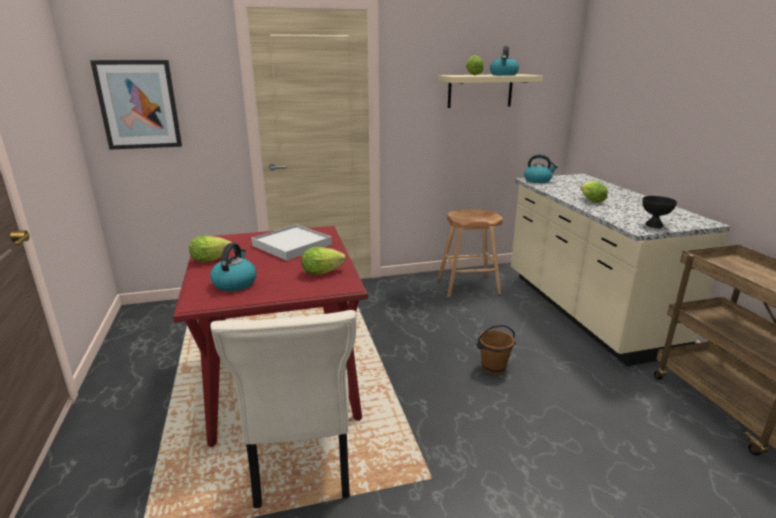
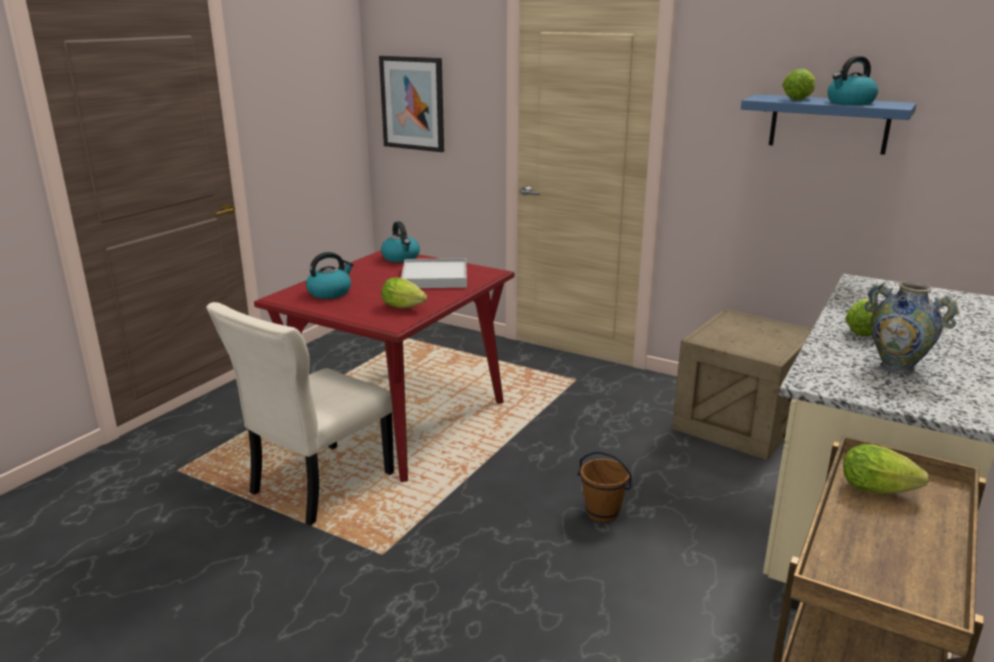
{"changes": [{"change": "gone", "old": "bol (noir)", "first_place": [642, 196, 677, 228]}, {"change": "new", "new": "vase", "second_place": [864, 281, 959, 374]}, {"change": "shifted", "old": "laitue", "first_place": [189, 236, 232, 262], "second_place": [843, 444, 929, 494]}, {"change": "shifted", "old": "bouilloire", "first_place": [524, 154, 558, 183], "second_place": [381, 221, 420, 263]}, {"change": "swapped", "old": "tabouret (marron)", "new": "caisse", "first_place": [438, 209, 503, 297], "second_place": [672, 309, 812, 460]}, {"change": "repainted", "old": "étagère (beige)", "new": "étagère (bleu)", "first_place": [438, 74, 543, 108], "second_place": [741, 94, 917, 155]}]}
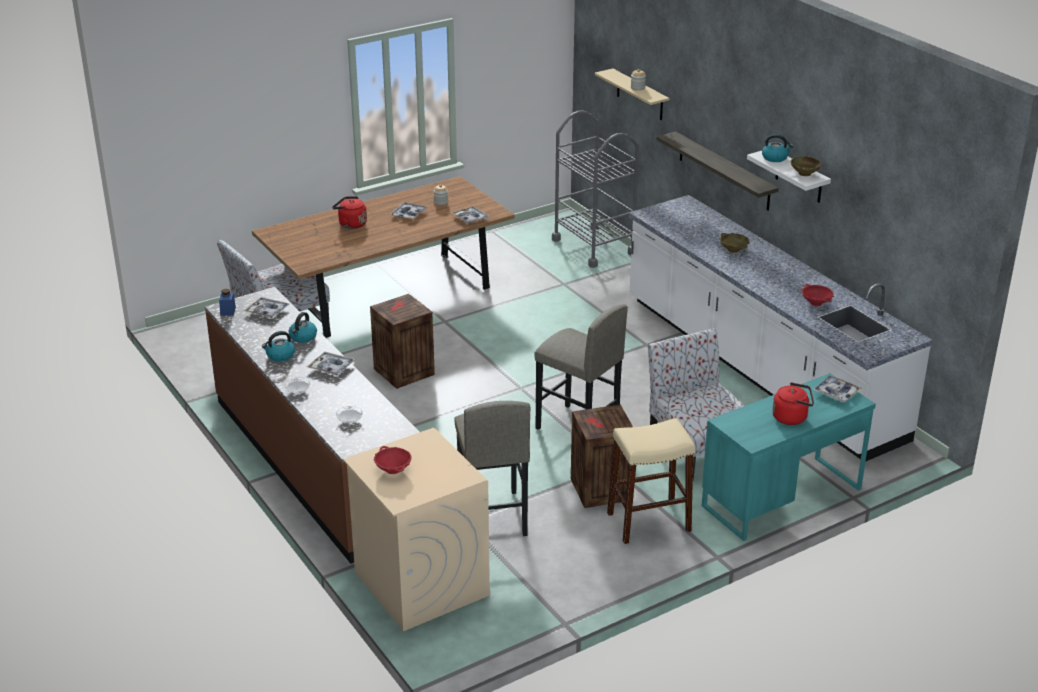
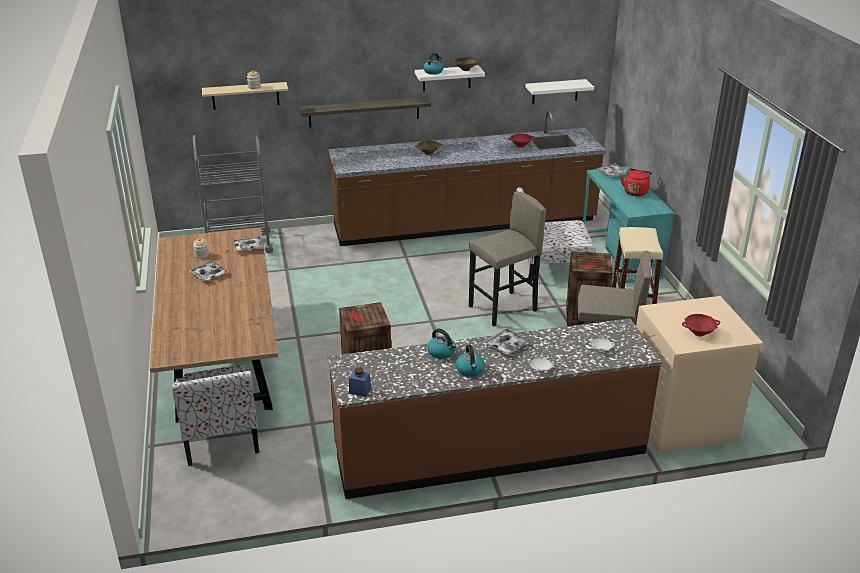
{"changes": [{"change": "gone", "old": "plateau", "first_place": [244, 297, 289, 318]}, {"change": "gone", "old": "bouilloire (rouge)", "first_place": [332, 196, 367, 229]}, {"change": "new", "new": "étagère (blanc)", "second_place": [525, 79, 594, 104]}, {"change": "repainted", "old": "comptoir de cuisine (blanc)", "new": "comptoir de cuisine (marron)", "first_place": [629, 195, 933, 461], "second_place": [329, 111, 606, 246]}]}
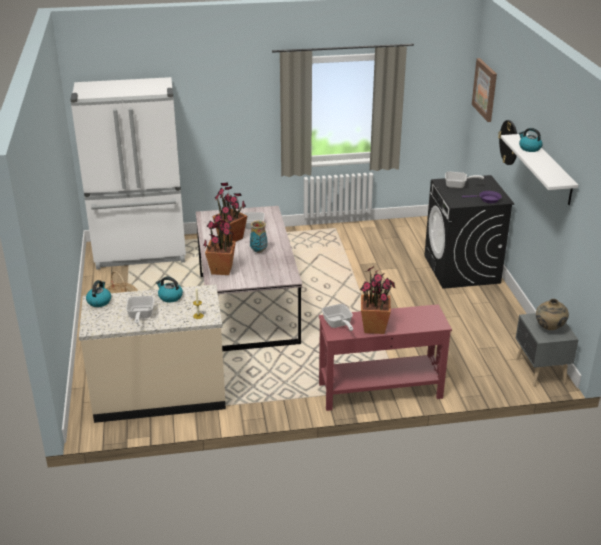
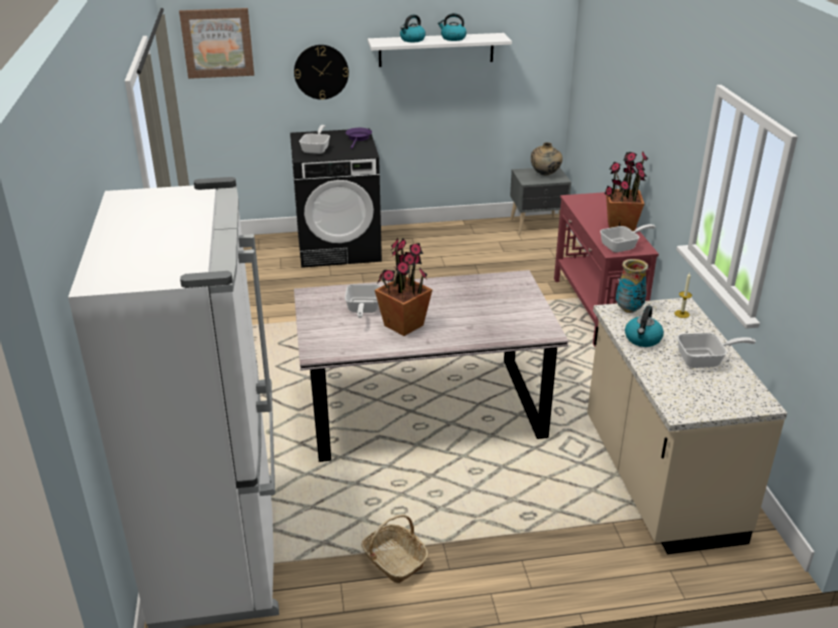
{"changes": [{"change": "gone", "old": "plante en pot", "first_place": [204, 214, 236, 275]}, {"change": "shifted", "old": "bouilloire", "first_place": [86, 280, 111, 307], "second_place": [438, 13, 467, 41]}, {"change": "shifted", "old": "vase", "first_place": [250, 221, 267, 253], "second_place": [616, 259, 648, 313]}]}
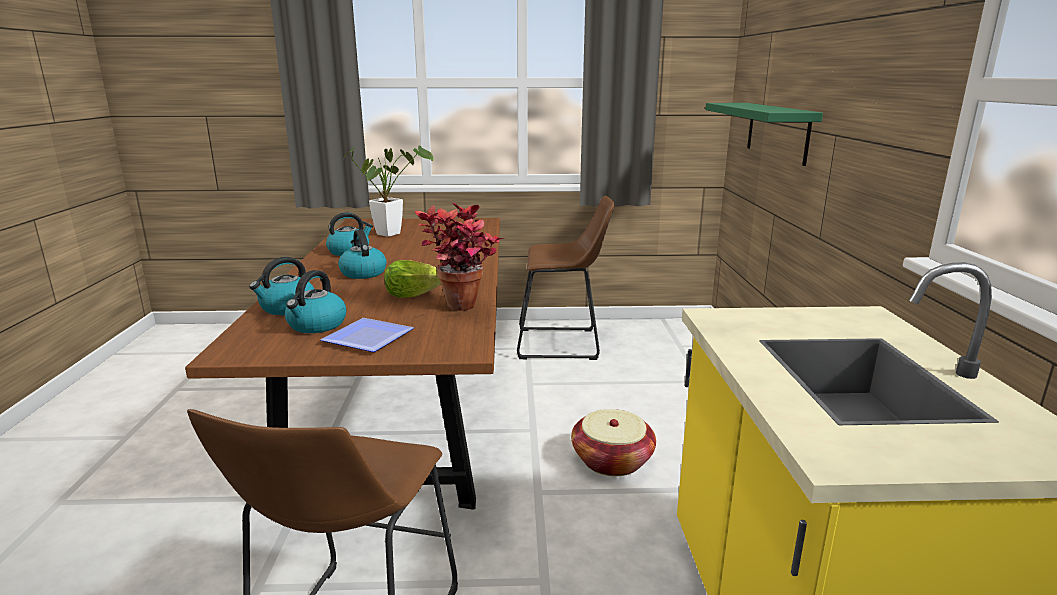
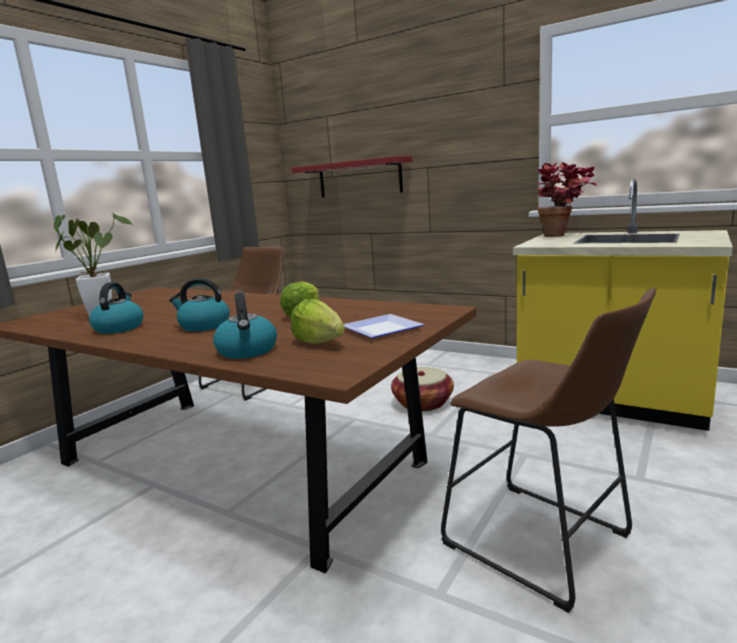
{"changes": [{"change": "shifted", "old": "plante en pot", "first_place": [415, 202, 504, 311], "second_place": [537, 162, 597, 237]}, {"change": "swapped", "old": "bouilloire", "new": "laitue", "first_place": [285, 270, 346, 333], "second_place": [291, 299, 345, 344]}, {"change": "repainted", "old": "étagère (vert)", "new": "étagère (rouge)", "first_place": [705, 103, 823, 166], "second_place": [291, 156, 412, 198]}]}
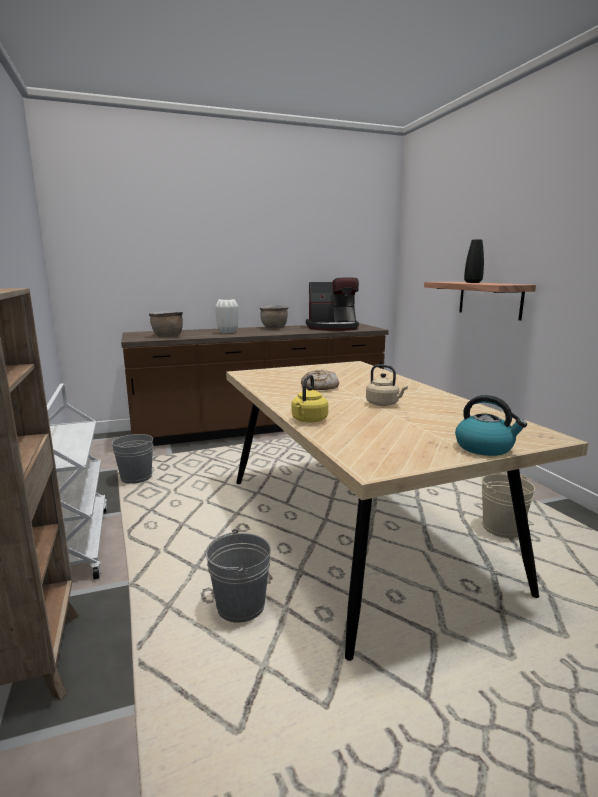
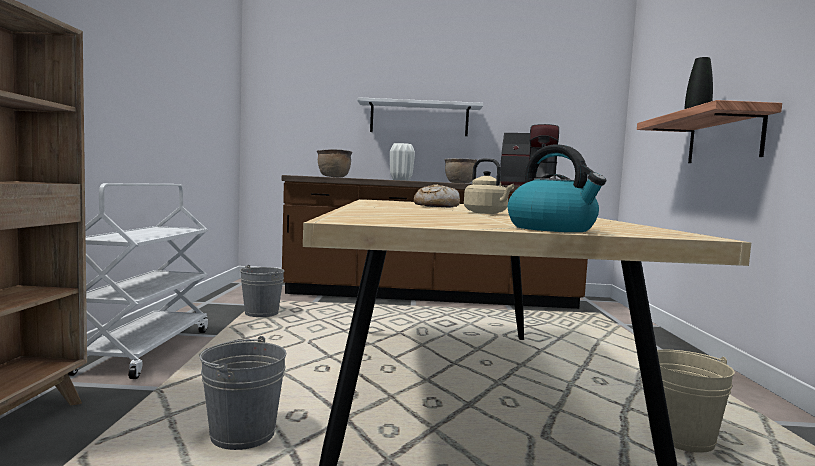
{"changes": [{"change": "gone", "old": "bouilloire (jaune)", "first_place": [292, 375, 328, 423]}, {"change": "new", "new": "étagère (blanc)", "second_place": [357, 97, 483, 136]}]}
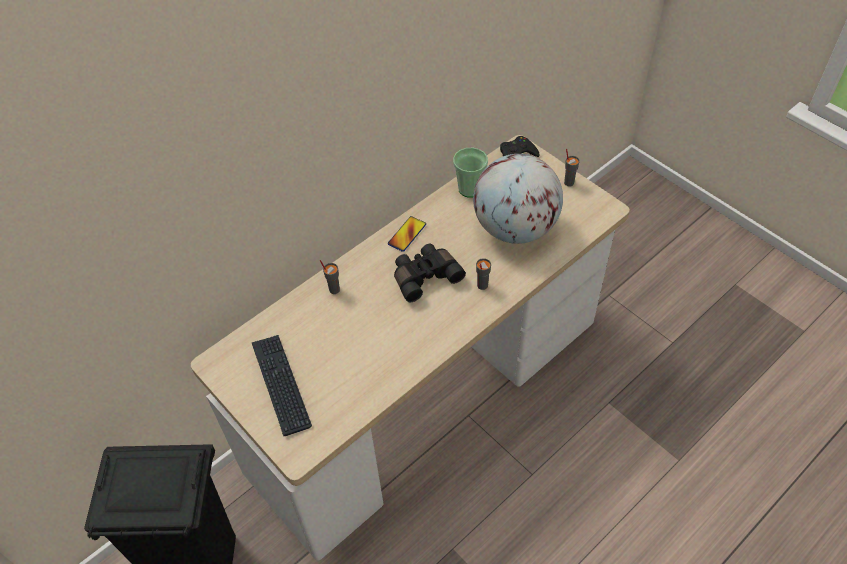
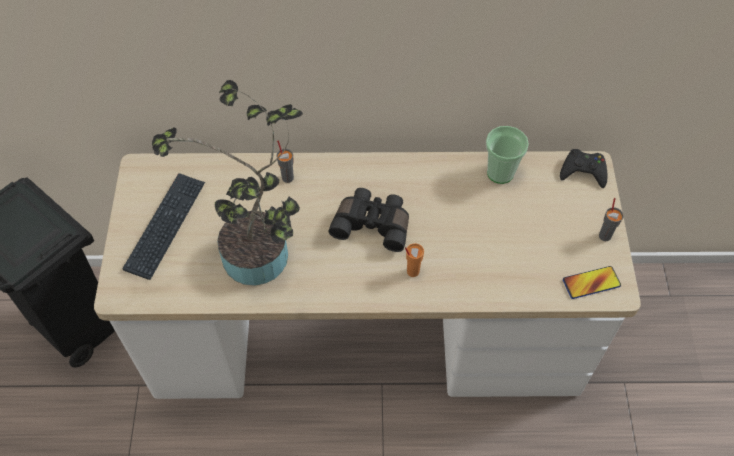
{"changes": [{"change": "gone", "old": "globe", "first_place": [473, 154, 563, 244]}, {"change": "new", "new": "plante en pot", "second_place": [152, 80, 303, 286]}, {"change": "shifted", "old": "téléphone", "first_place": [388, 216, 426, 252], "second_place": [563, 266, 621, 299]}, {"change": "repainted", "old": "tasse (gris)", "new": "tasse (orange)", "first_place": [476, 258, 491, 290], "second_place": [405, 243, 424, 277]}]}
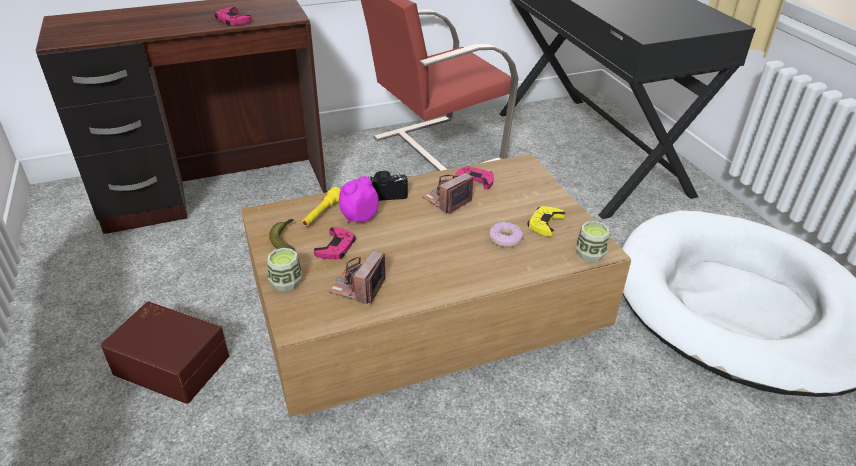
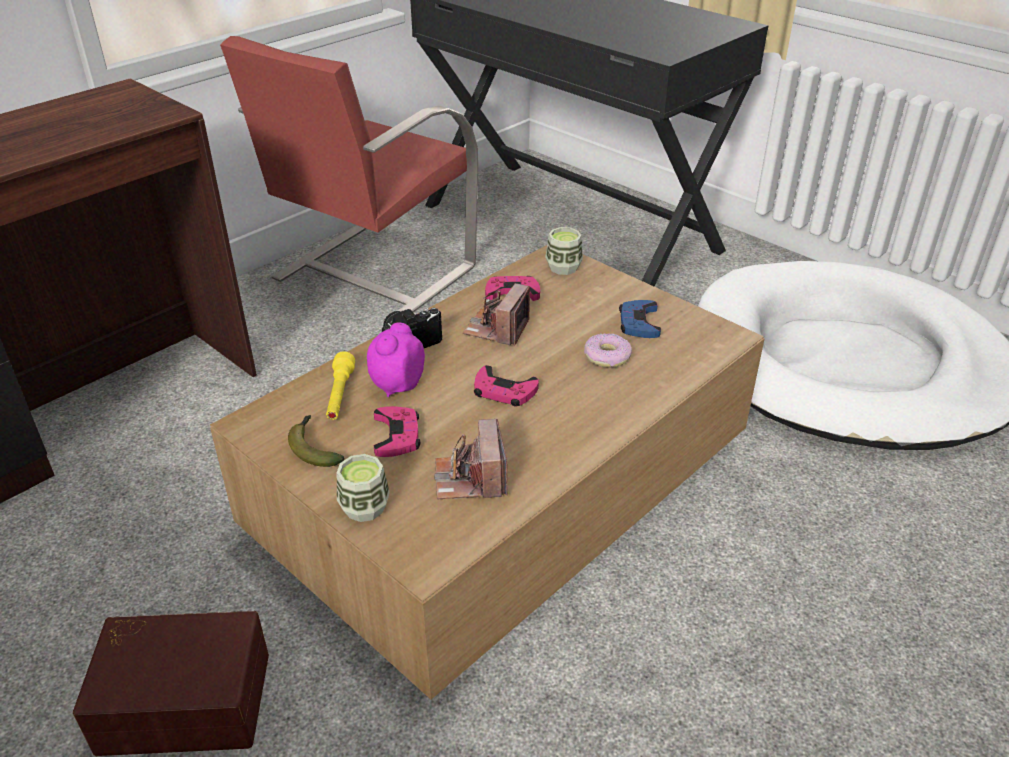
{"changes": [{"change": "shifted", "old": "manette (rose)", "first_place": [214, 7, 252, 26], "second_place": [474, 365, 539, 407]}, {"change": "shifted", "old": "tasse", "first_place": [576, 221, 609, 262], "second_place": [545, 227, 583, 275]}, {"change": "repainted", "old": "manette (jaune)", "new": "manette (bleu)", "first_place": [527, 206, 565, 237], "second_place": [619, 300, 661, 338]}]}
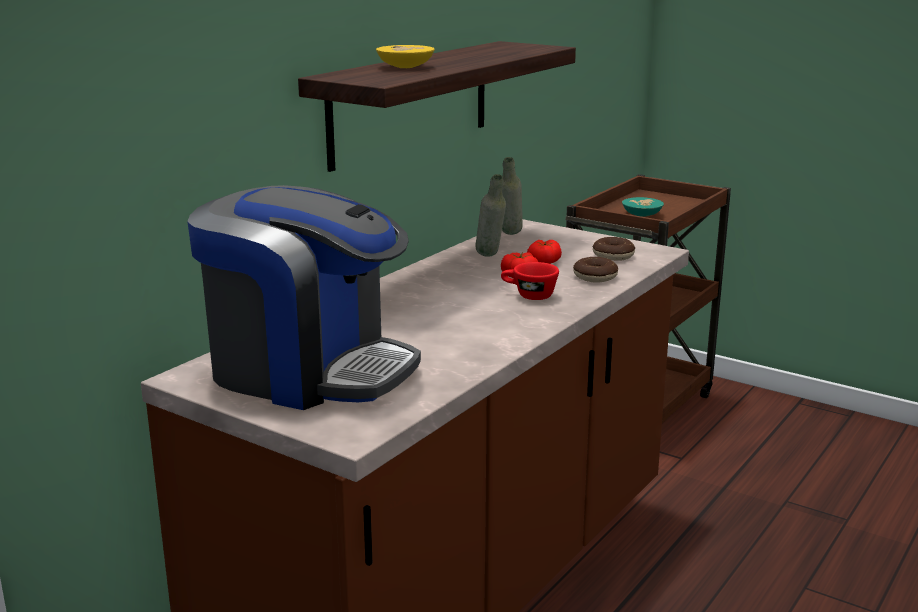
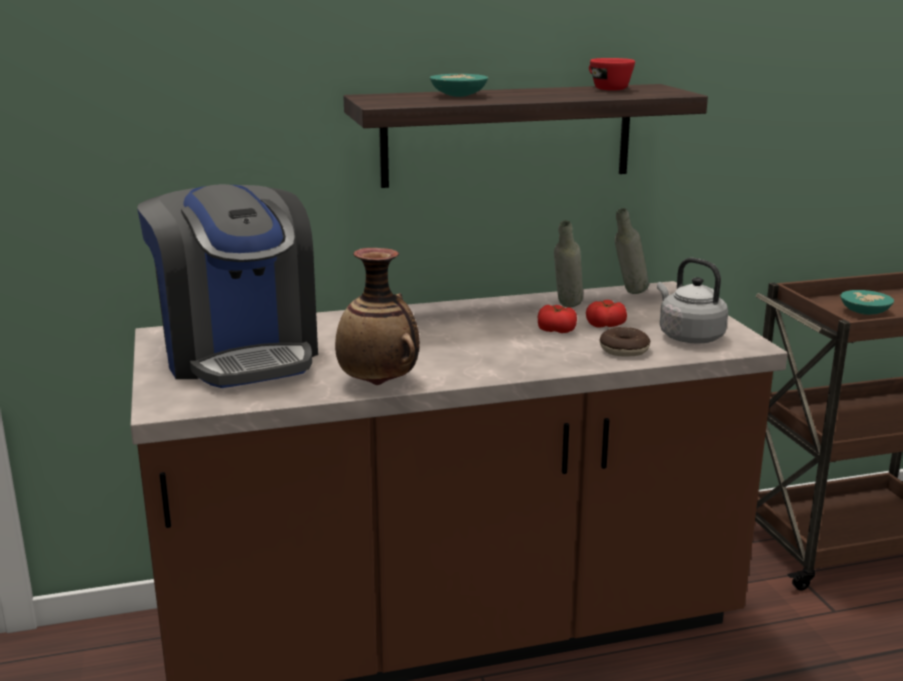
{"changes": [{"change": "new", "new": "vase", "second_place": [335, 248, 420, 385]}, {"change": "shifted", "old": "tasse (rouge)", "first_place": [501, 262, 559, 300], "second_place": [589, 58, 635, 91]}, {"change": "swapped", "old": "beignet", "new": "bouilloire (gris)", "first_place": [593, 237, 635, 261], "second_place": [657, 258, 728, 344]}, {"change": "repainted", "old": "bol (jaune)", "new": "bol (turquoise)", "first_place": [376, 45, 435, 68], "second_place": [430, 74, 488, 97]}]}
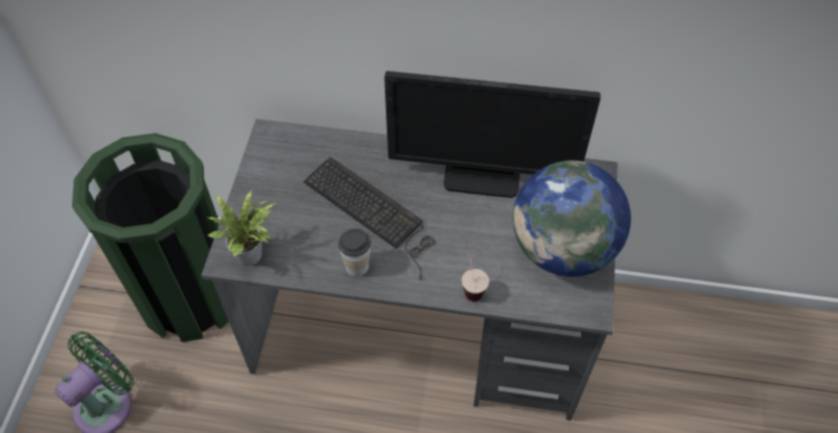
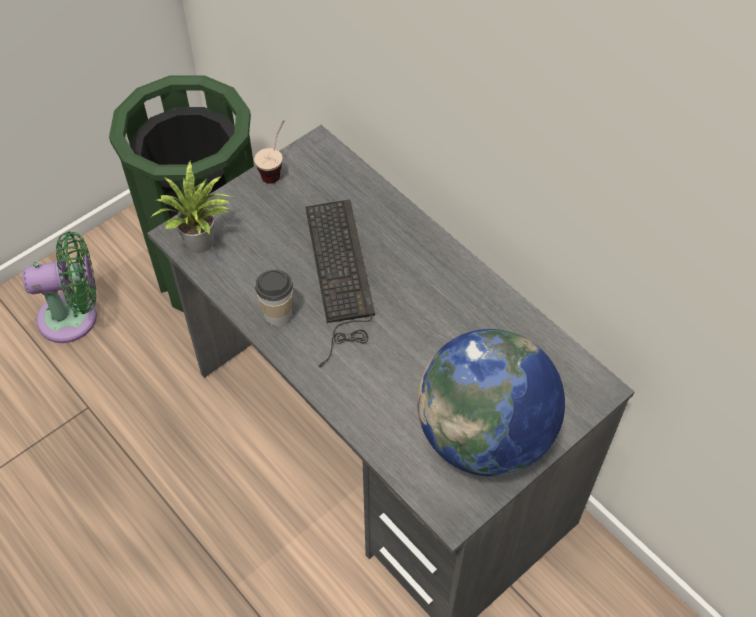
{"changes": [{"change": "gone", "old": "écran d'ordinateur", "first_place": [384, 71, 601, 198]}, {"change": "shifted", "old": "tasse", "first_place": [462, 241, 489, 301], "second_place": [254, 120, 285, 184]}]}
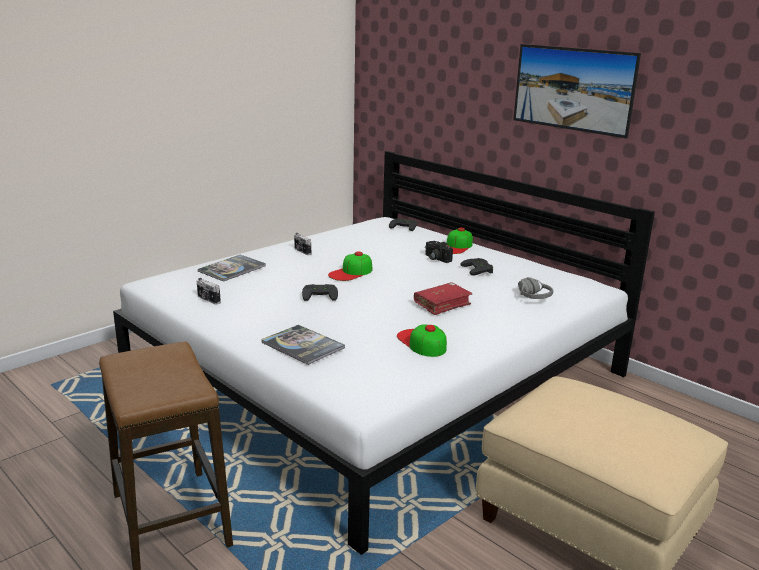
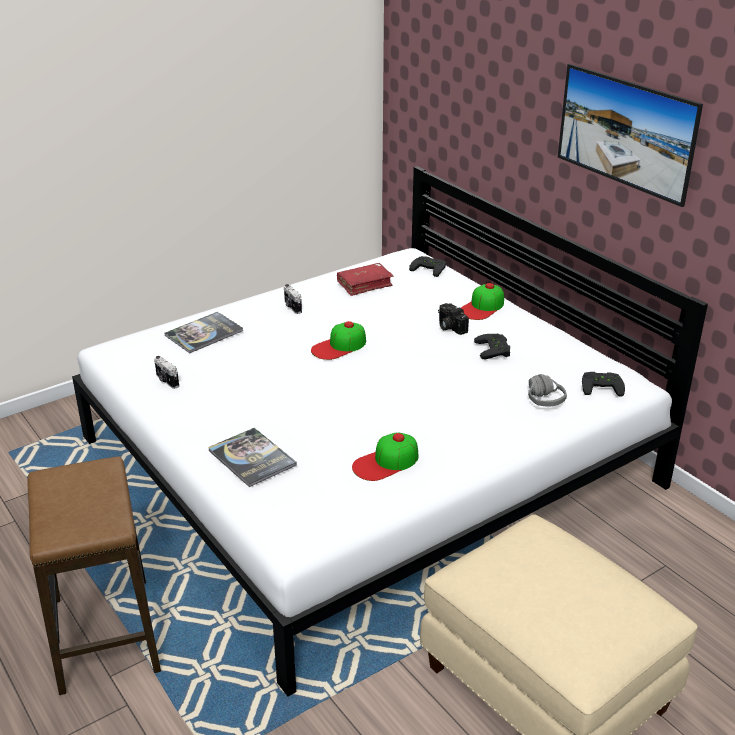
{"changes": [{"change": "shifted", "old": "manette (noir)", "first_place": [302, 284, 338, 301], "second_place": [582, 372, 625, 397]}, {"change": "shifted", "old": "livre (rouge)", "first_place": [414, 283, 472, 315], "second_place": [337, 263, 393, 296]}, {"change": "rotated", "old": "casquette", "first_place": [397, 325, 447, 357], "second_place": [352, 433, 418, 481], "degrees": -105}]}
